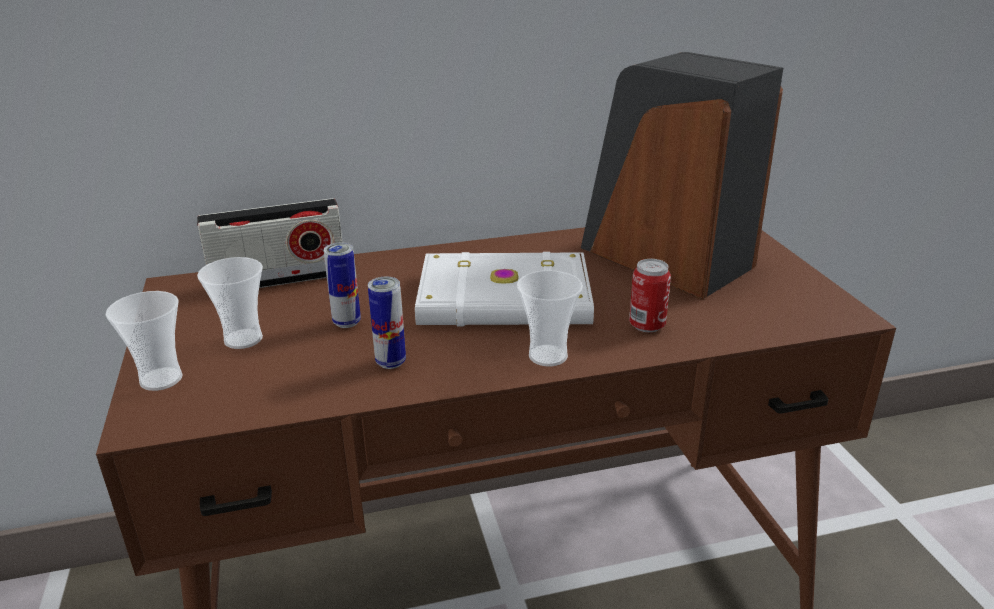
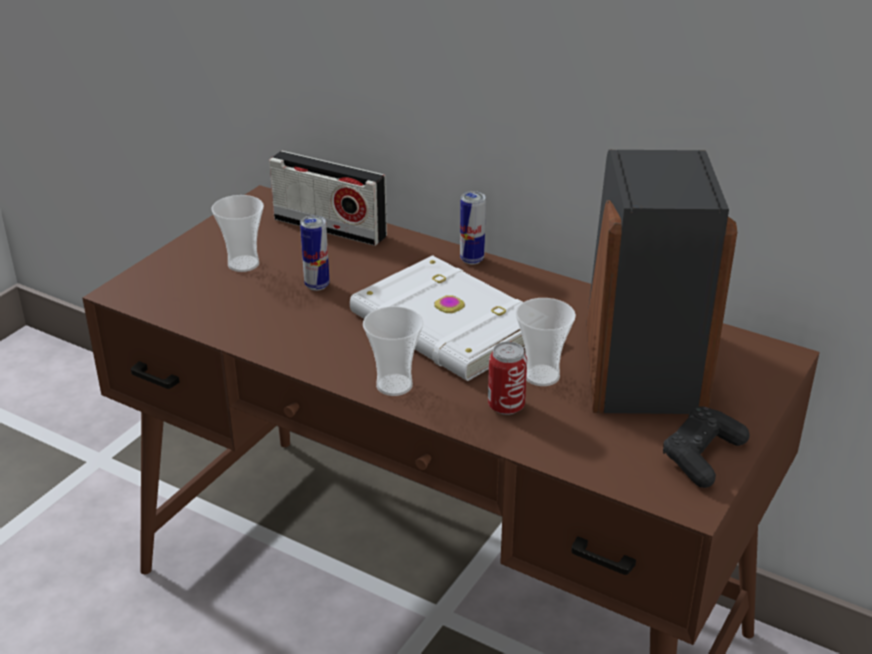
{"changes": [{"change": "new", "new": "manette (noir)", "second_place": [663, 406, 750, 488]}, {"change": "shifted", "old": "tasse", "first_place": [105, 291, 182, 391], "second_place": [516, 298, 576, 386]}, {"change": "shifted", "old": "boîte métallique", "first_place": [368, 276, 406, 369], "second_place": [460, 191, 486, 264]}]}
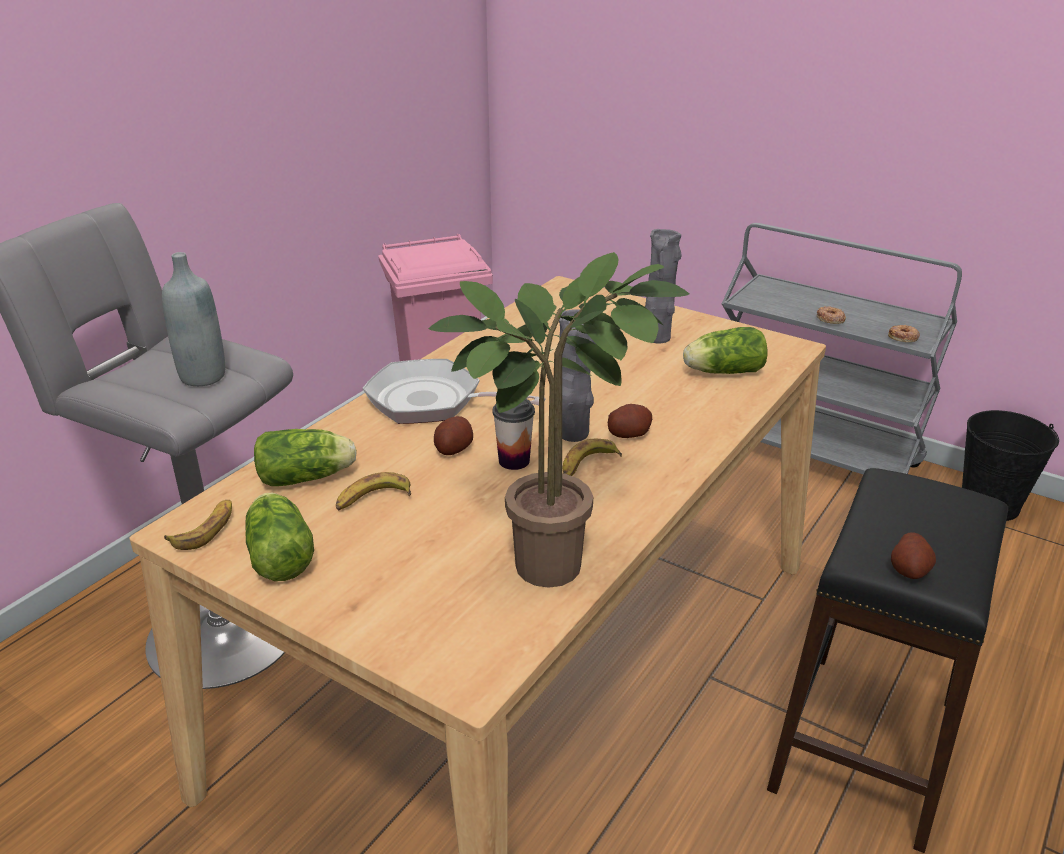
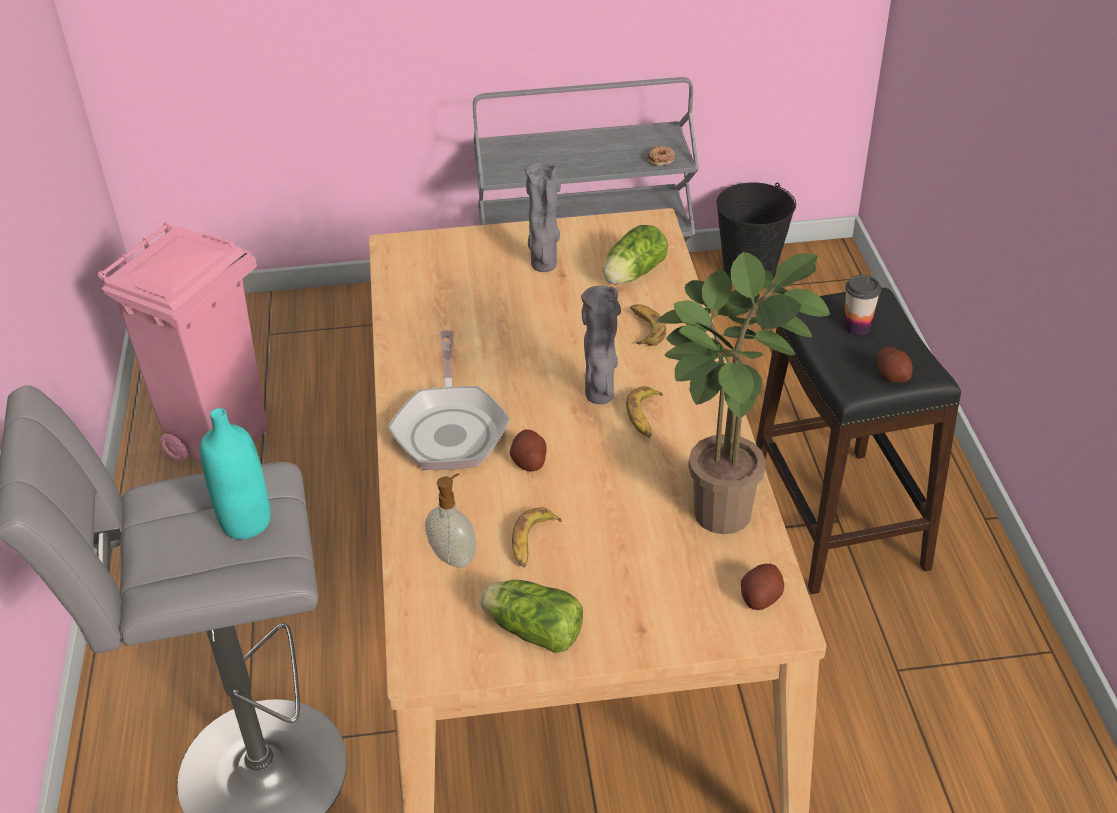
{"changes": [{"change": "gone", "old": "beignet", "first_place": [817, 306, 846, 324]}, {"change": "shifted", "old": "banane", "first_place": [164, 500, 232, 550], "second_place": [630, 304, 666, 346]}, {"change": "shifted", "old": "tasse", "first_place": [492, 399, 535, 470], "second_place": [844, 275, 881, 335]}, {"change": "shifted", "old": "pomme de terre", "first_place": [608, 404, 652, 438], "second_place": [741, 564, 784, 610]}, {"change": "swapped", "old": "laitue", "new": "distributeur de savon", "first_place": [254, 429, 357, 486], "second_place": [425, 473, 476, 568]}, {"change": "repainted", "old": "bouteille (gris)", "new": "bouteille (turquoise)", "first_place": [162, 252, 225, 386], "second_place": [200, 408, 271, 539]}, {"change": "rotated", "old": "poêle", "first_place": [362, 359, 545, 424], "second_place": [387, 330, 510, 470], "degrees": -75}]}
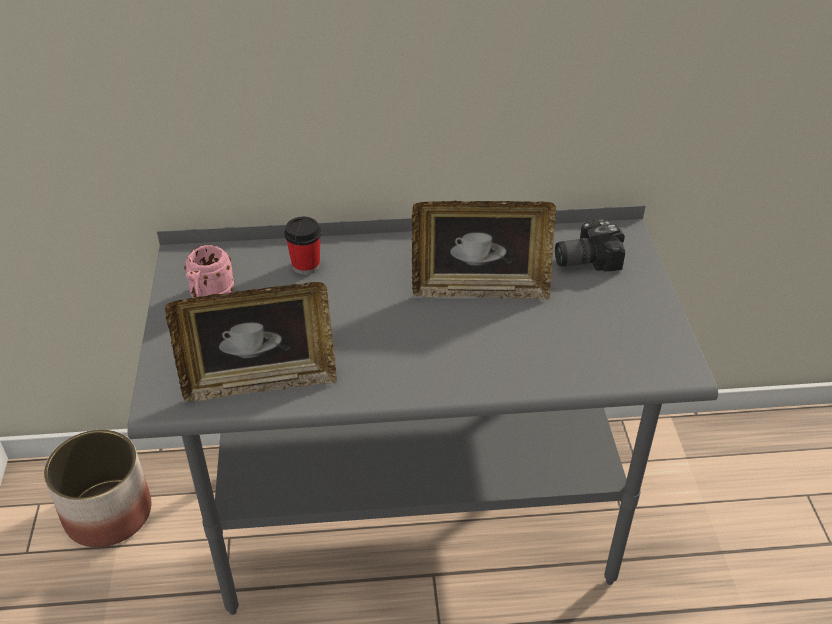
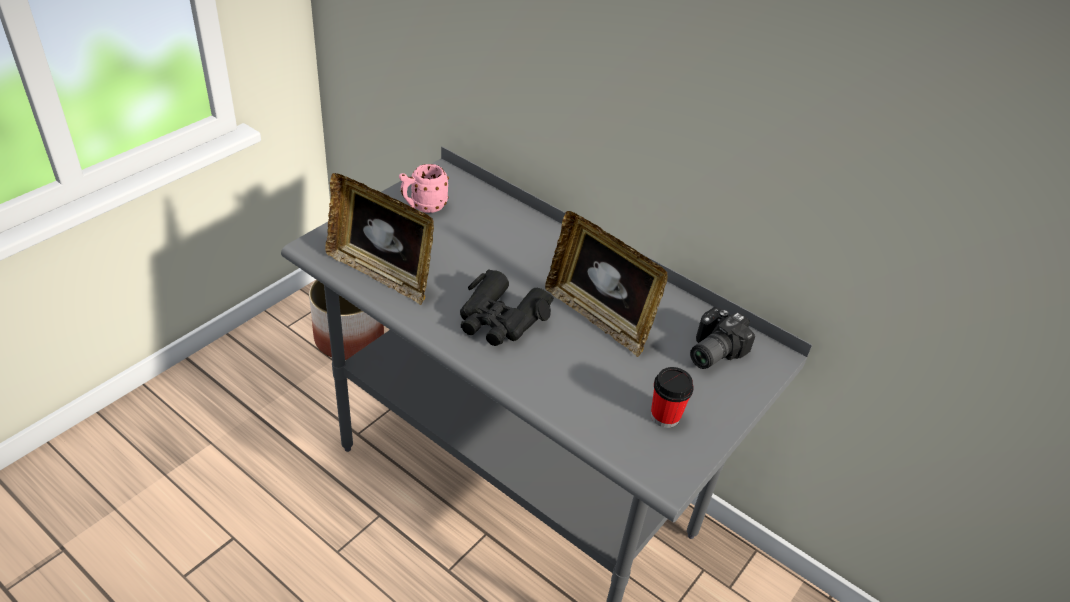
{"changes": [{"change": "new", "new": "jumelles (noir)", "second_place": [460, 270, 554, 346]}, {"change": "shifted", "old": "tasse", "first_place": [284, 217, 321, 275], "second_place": [651, 367, 694, 428]}, {"change": "rotated", "old": "appareil photo", "first_place": [555, 219, 625, 272], "second_place": [690, 307, 755, 369], "degrees": -75}]}
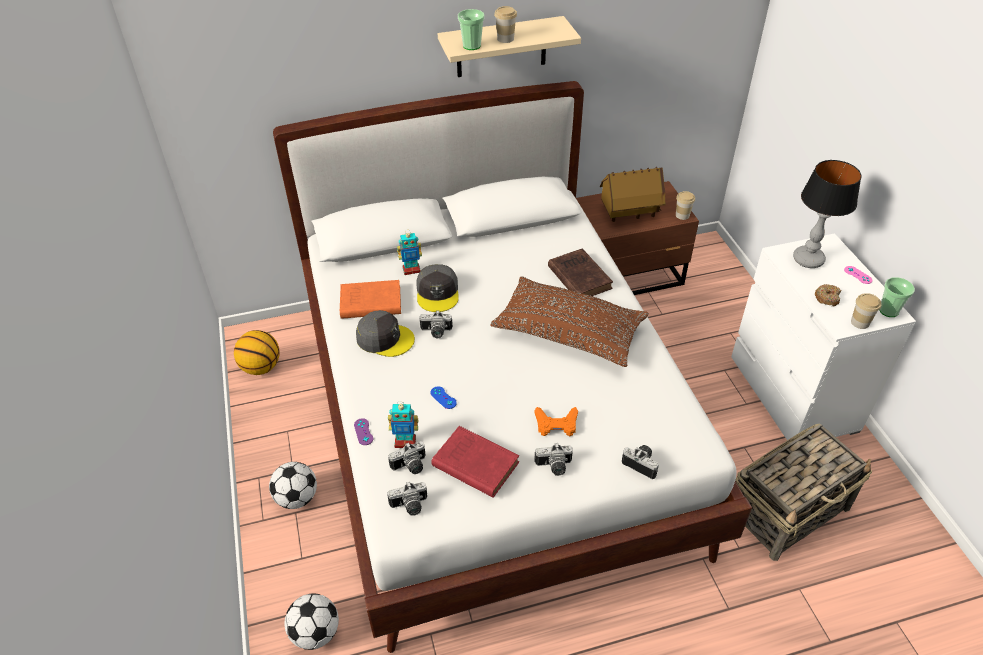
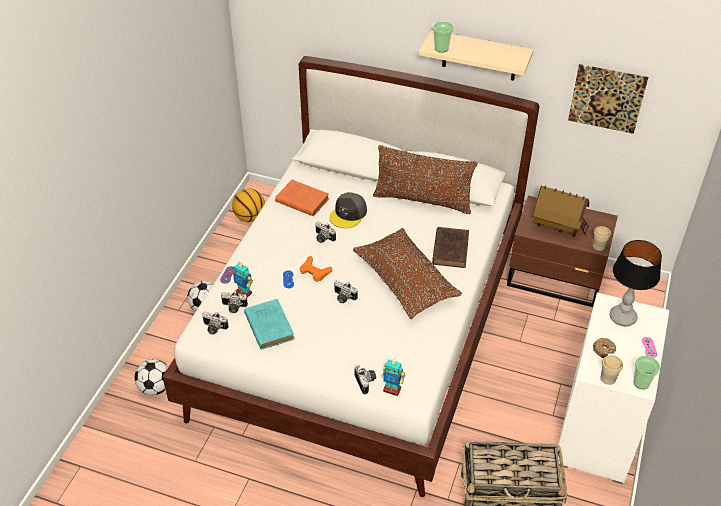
{"changes": [{"change": "gone", "old": "casquette (gris)", "first_place": [356, 310, 415, 357]}, {"change": "gone", "old": "tasse", "first_place": [494, 6, 517, 43]}, {"change": "new", "new": "coussin (marron)", "second_place": [373, 145, 478, 214]}, {"change": "new", "new": "tableau", "second_place": [568, 64, 648, 134]}, {"change": "shifted", "old": "robot jouet", "first_place": [397, 233, 422, 275], "second_place": [381, 360, 405, 396]}, {"change": "shifted", "old": "manette (orange)", "first_place": [534, 407, 578, 436], "second_place": [299, 256, 332, 282]}, {"change": "shifted", "old": "appareil photo", "first_place": [534, 443, 573, 476], "second_place": [334, 280, 358, 303]}, {"change": "repainted", "old": "livre (rouge)", "new": "livre (turquoise)", "first_place": [431, 426, 519, 498], "second_place": [244, 299, 295, 350]}]}
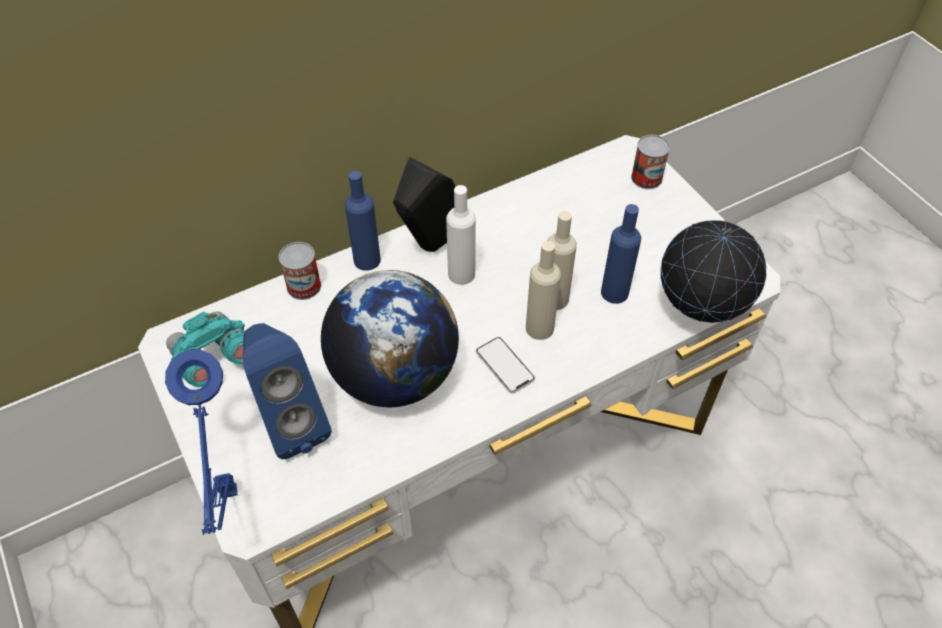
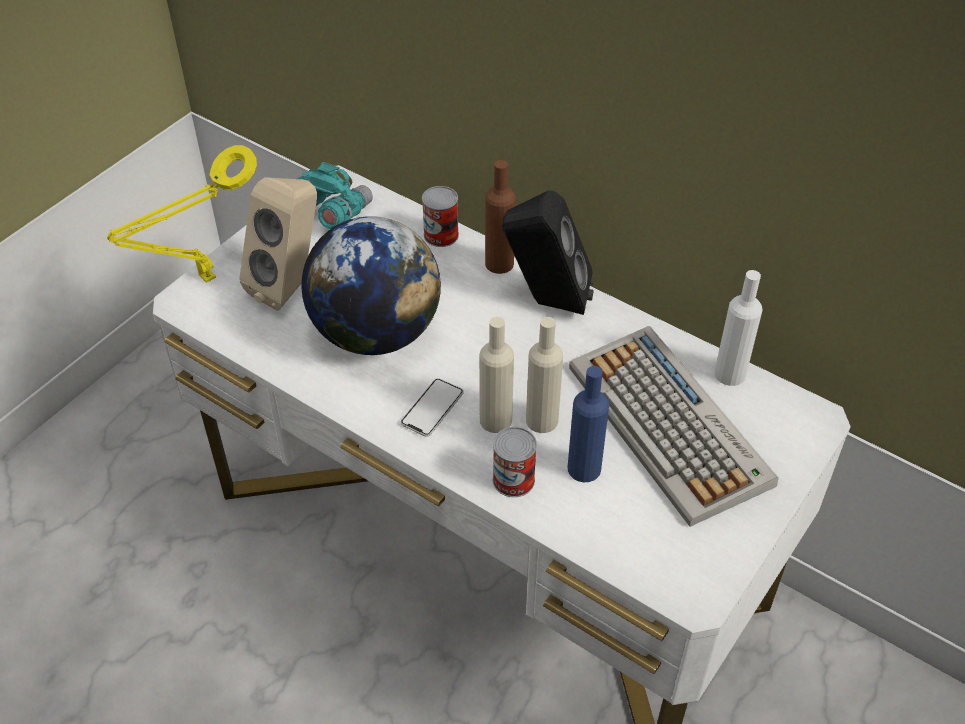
{"changes": [{"change": "gone", "old": "globe", "first_place": [660, 220, 766, 323]}, {"change": "new", "new": "clavier", "second_place": [569, 326, 779, 527]}, {"change": "shifted", "old": "bouteille (blanc)", "first_place": [446, 185, 476, 285], "second_place": [714, 270, 763, 386]}, {"change": "shifted", "old": "boîte métallique", "first_place": [631, 135, 670, 189], "second_place": [493, 427, 537, 497]}, {"change": "repainted", "old": "lampe de table (bleu)", "new": "lampe de table (jaune)", "first_place": [165, 350, 238, 535], "second_place": [107, 145, 257, 283]}, {"change": "repainted", "old": "enceinte (bleu)", "new": "enceinte (beige)", "first_place": [243, 323, 332, 459], "second_place": [240, 177, 317, 311]}, {"change": "repainted", "old": "bouteille (bleu)", "new": "bouteille (marron)", "first_place": [345, 171, 381, 271], "second_place": [485, 160, 516, 274]}]}
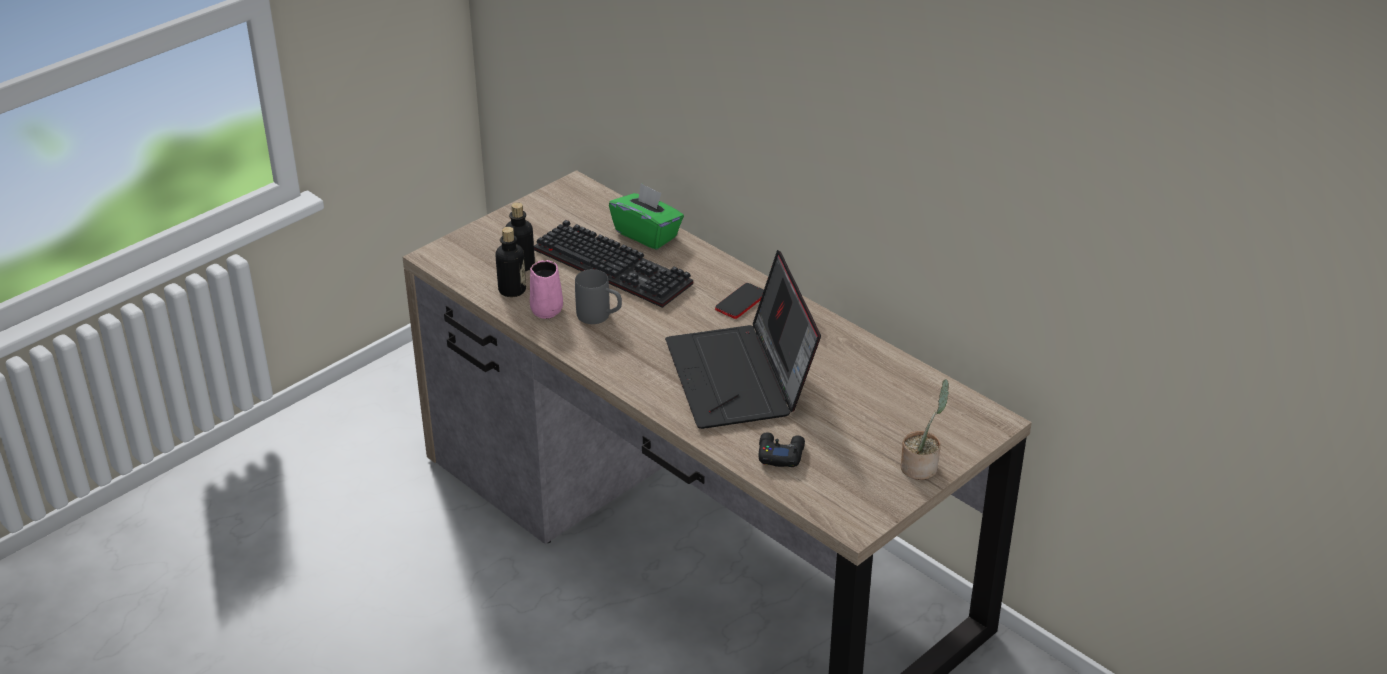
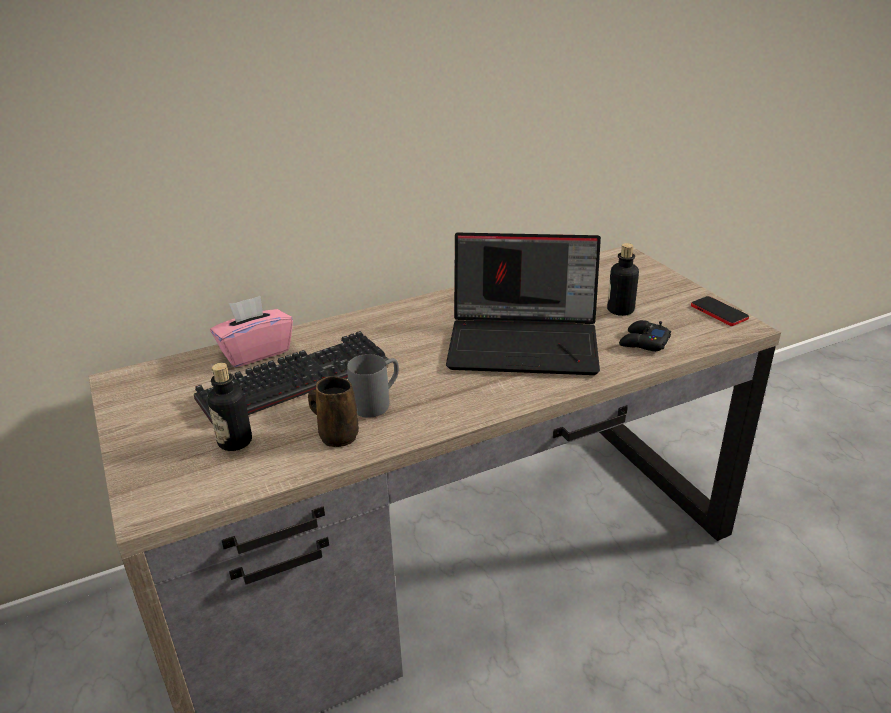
{"changes": [{"change": "gone", "old": "plante en pot", "first_place": [901, 379, 949, 480]}, {"change": "shifted", "old": "bouteille", "first_place": [496, 227, 526, 297], "second_place": [607, 243, 639, 316]}, {"change": "shifted", "old": "téléphone", "first_place": [715, 283, 764, 319], "second_place": [691, 296, 749, 326]}, {"change": "repainted", "old": "mug (rose)", "new": "mug (marron)", "first_place": [530, 260, 563, 319], "second_place": [308, 376, 359, 447]}, {"change": "repainted", "old": "boîte à mouchoirs (vert)", "new": "boîte à mouchoirs (rose)", "first_place": [609, 183, 684, 249], "second_place": [210, 296, 293, 367]}]}
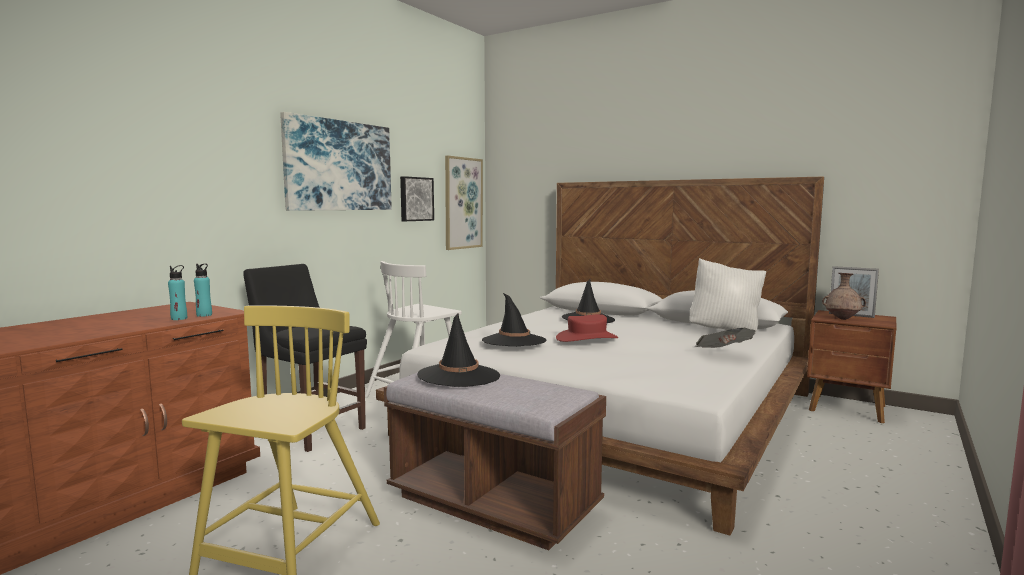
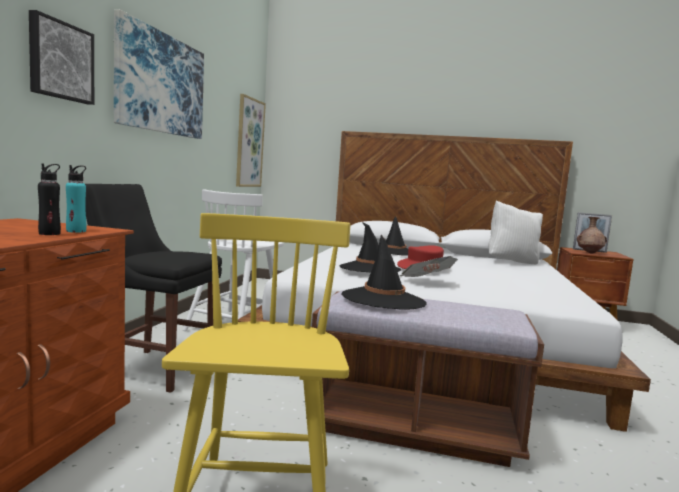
{"changes": [{"change": "shifted", "old": "tableau", "first_place": [400, 176, 434, 221], "second_place": [29, 10, 94, 105]}, {"change": "shifted", "old": "journal", "first_place": [695, 328, 755, 348], "second_place": [400, 256, 458, 277]}, {"change": "repainted", "old": "bouteille (turquoise)", "new": "bouteille (noir)", "first_place": [168, 265, 187, 320], "second_place": [38, 164, 61, 235]}]}
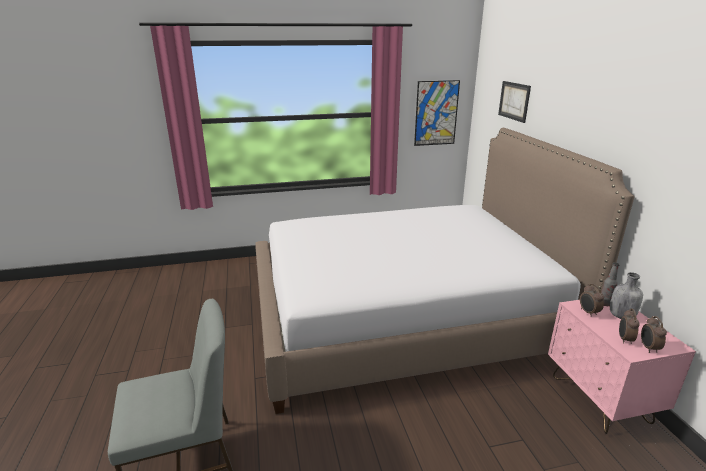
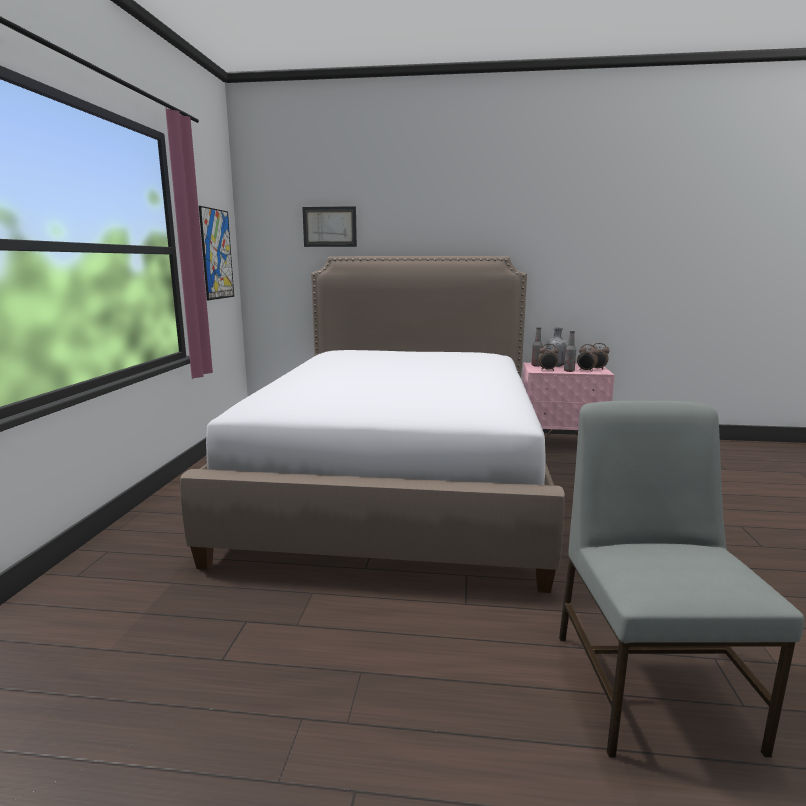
{"changes": [{"change": "new", "new": "bouteille", "second_place": [564, 331, 576, 372]}]}
